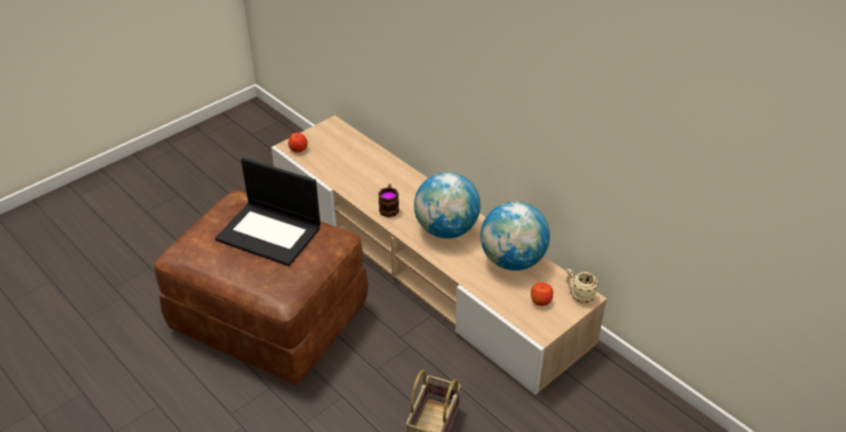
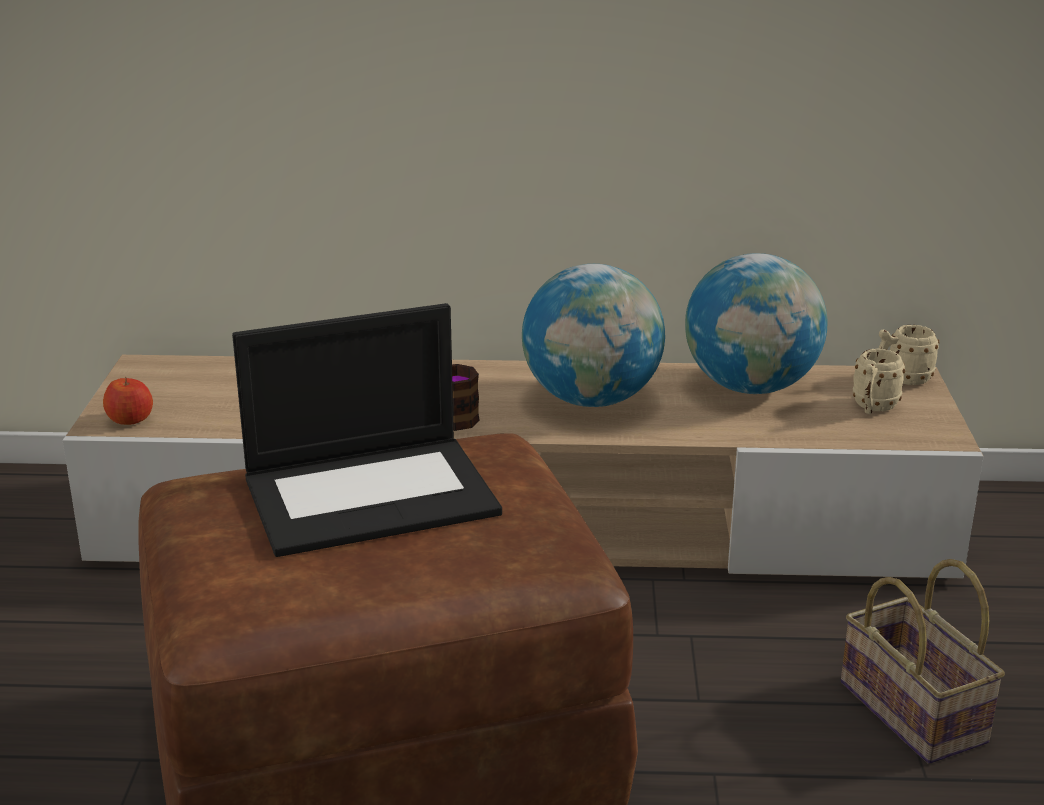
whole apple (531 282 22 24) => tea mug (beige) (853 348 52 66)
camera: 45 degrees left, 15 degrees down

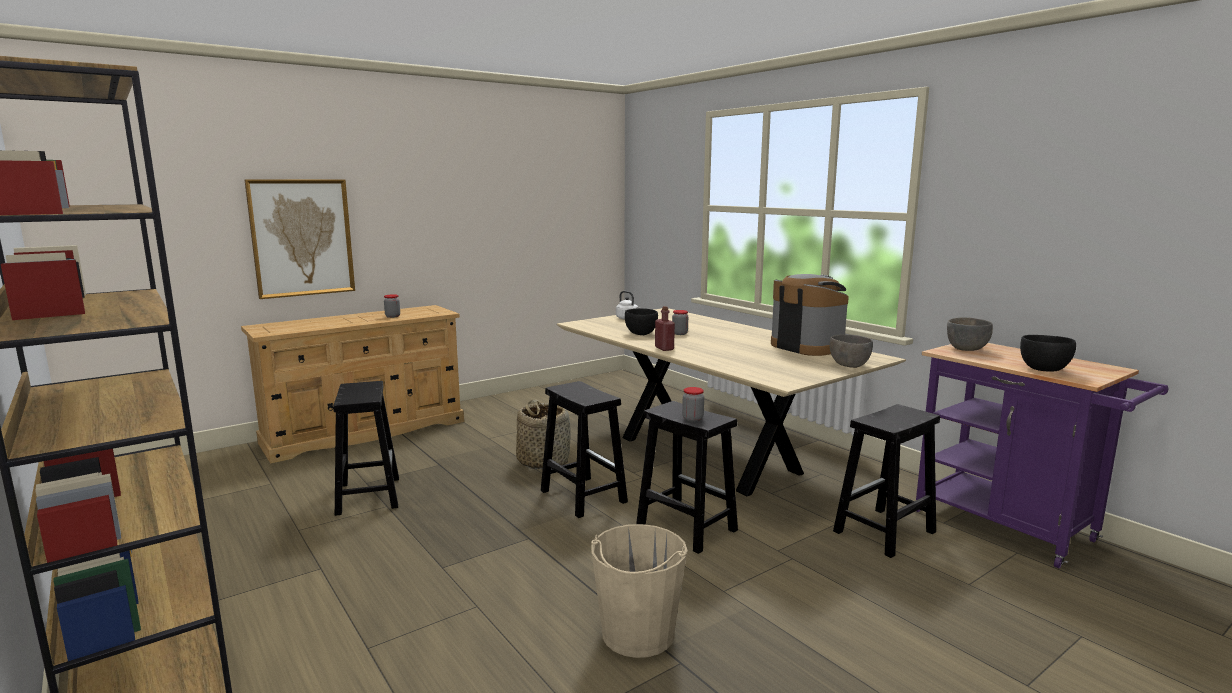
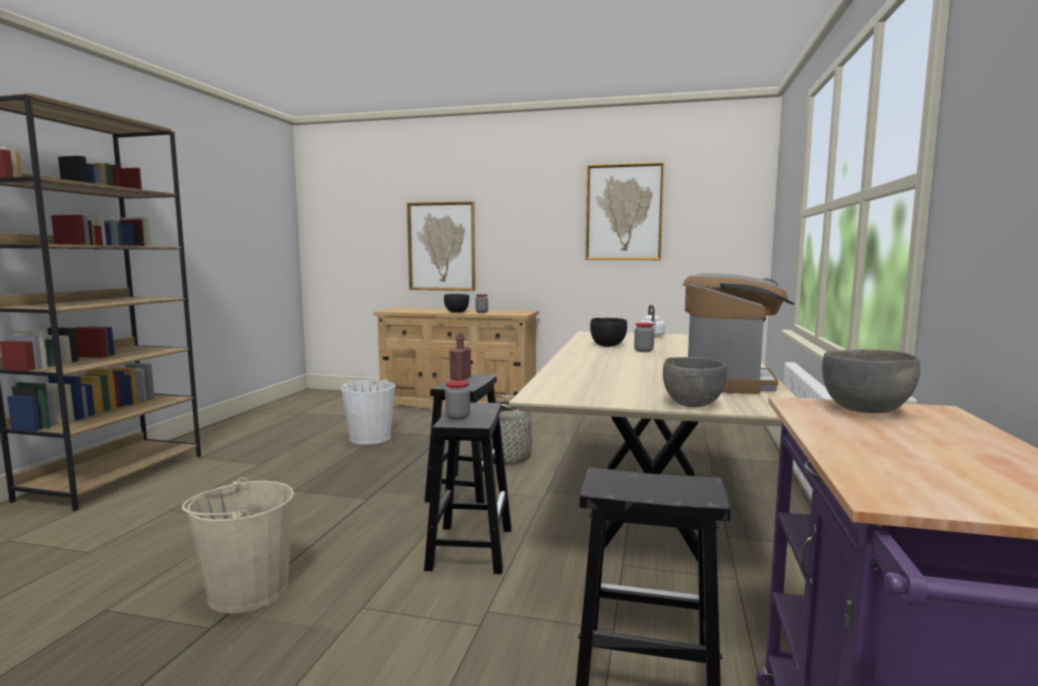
beverage bottle (reddish) (655 306 20 45) => beverage bottle (reddish) (449 333 22 47), moved
serving bowl (blackish) (1020 335 56 37) => serving bowl (blackish) (444 294 25 18), moved
sitting stool (blackish) (333 381 66 135) => pail (white-coloured) (341 379 54 66)
nothing => wall art (585 162 80 98)
camera: 50 degrees right, 5 degrees down

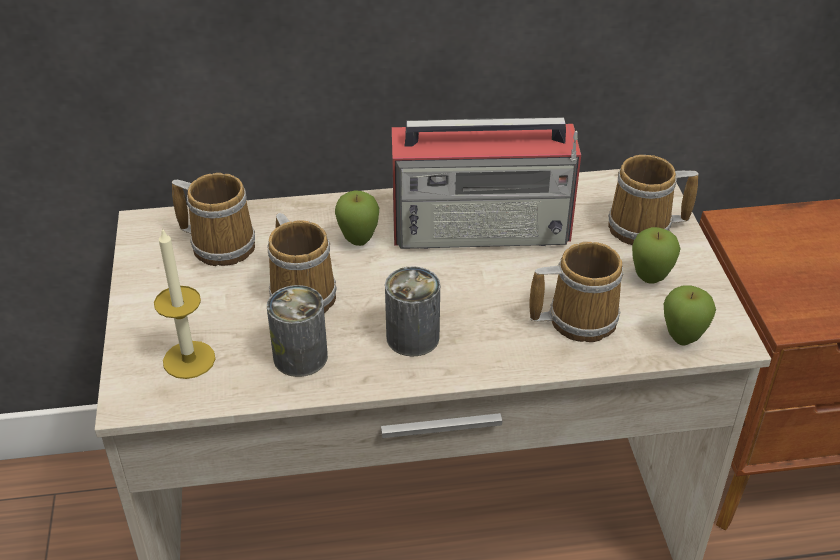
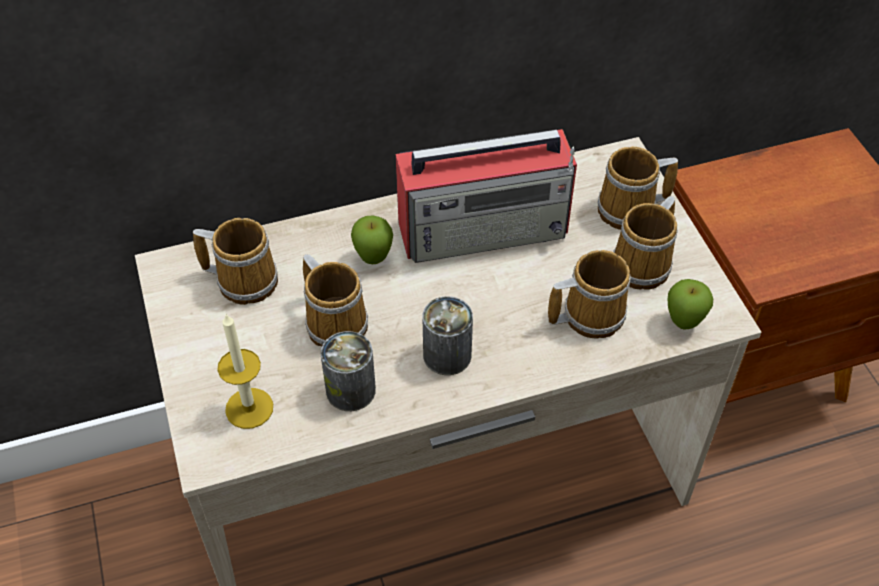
whole apple (632 227 48 57) => tea mug (613 196 65 94)
camera: 10 degrees left, 10 degrees up

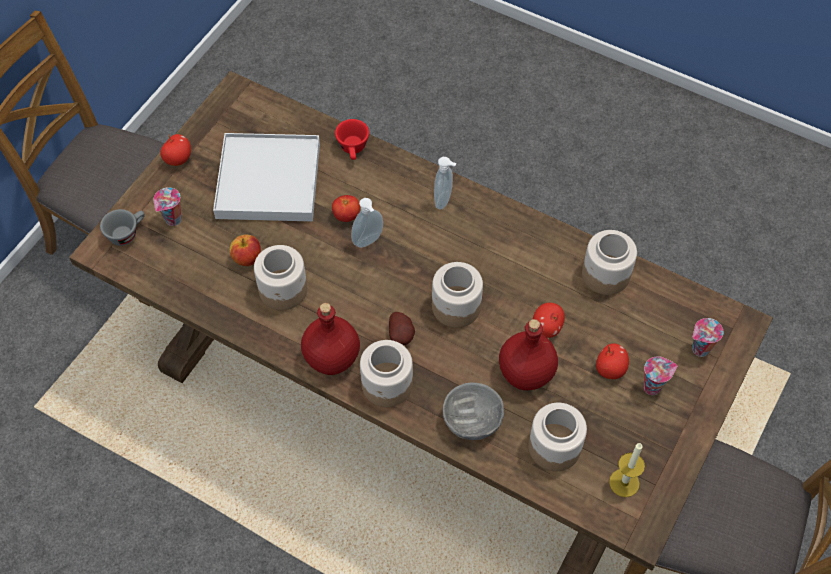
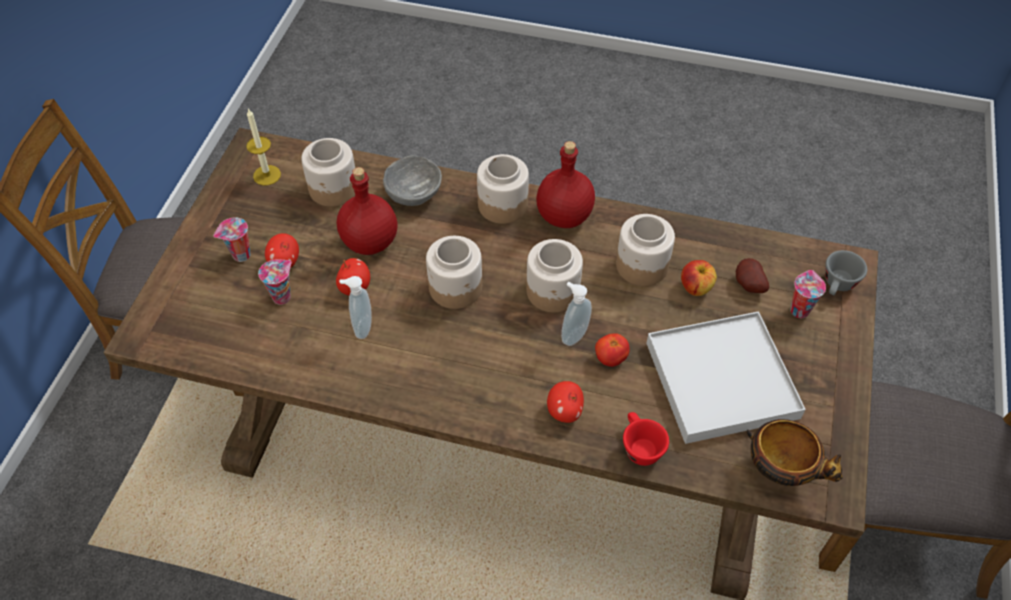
whole apple (160 134 31 32) => whole apple (547 381 37 42), moved
soap bottle (434 157 22 53) => soap bottle (339 276 33 63), moved
jar (582 230 55 65) => jar (526 239 57 74), moved
spud (389 312 26 33) => spud (736 258 33 35), moved
small cup (692 318 31 39) => small cup (258 260 34 45), moved
nothing => serving bowl (747 419 96 67)
camera: 165 degrees right, 5 degrees down

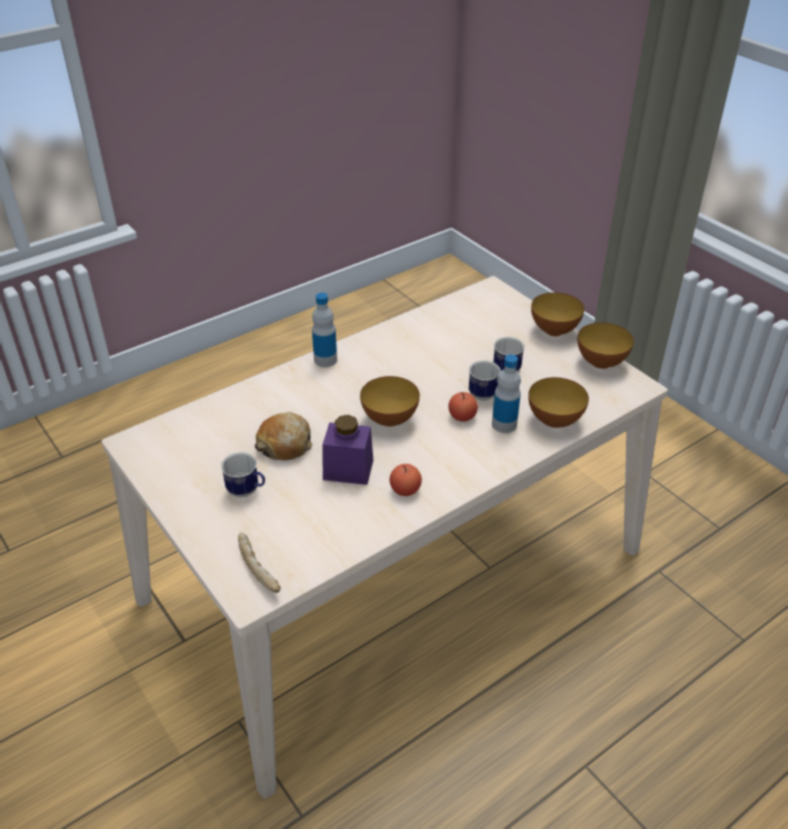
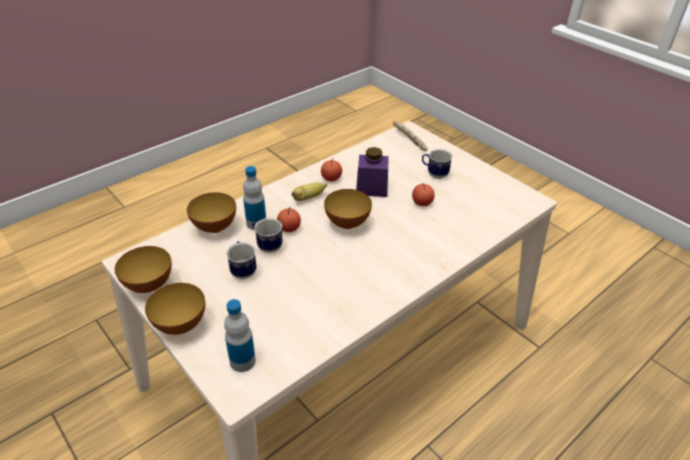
beverage bottle (312 292 25 75) => beverage bottle (224 299 32 73), moved
bakery bread (255 412 57 48) => whole apple (412 183 23 23)
nothing => banana fruit (292 183 35 18)
camera: 175 degrees right, 0 degrees up

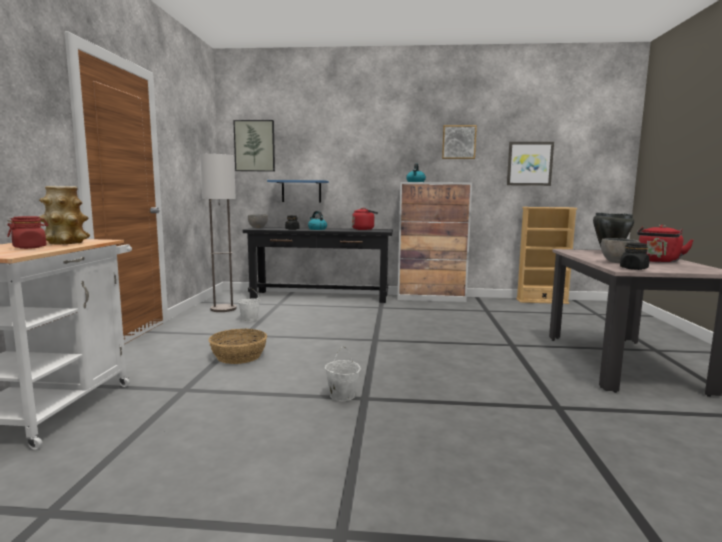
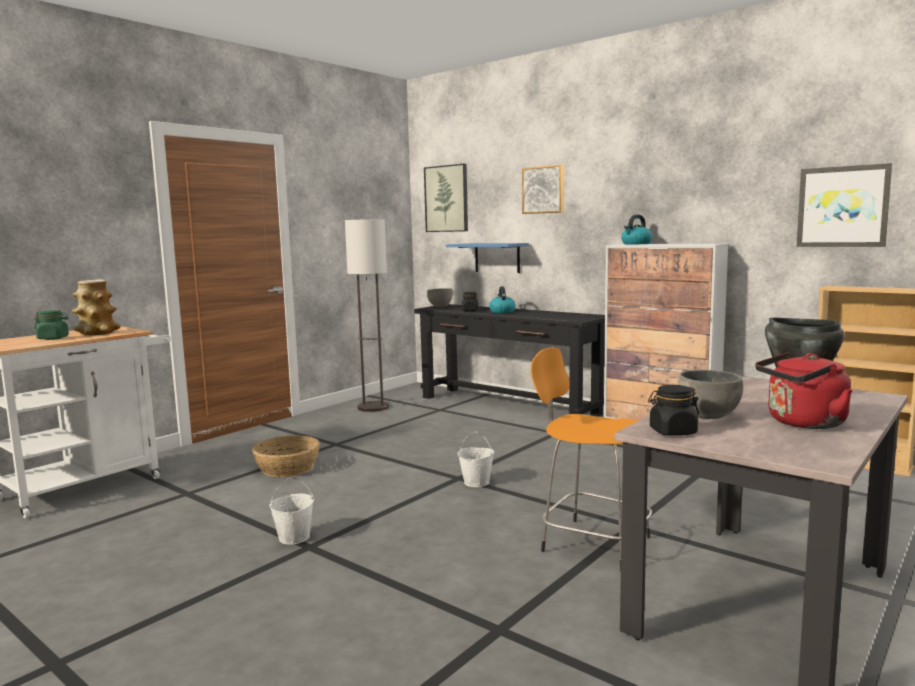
wall art (442 125 35 34) => wall art (522 165 42 49), moved
kettle (reddish) (352 208 26 22) => nothing
jar (reddish) (7 216 42 33) => jar (greenish) (34 310 35 30)
pail (white-coloured) (238 288 22 34) => pail (white-coloured) (458 431 36 56), moved
nothing => sitting stool (orange) (531 347 121 225)
camera: 35 degrees right, 0 degrees up

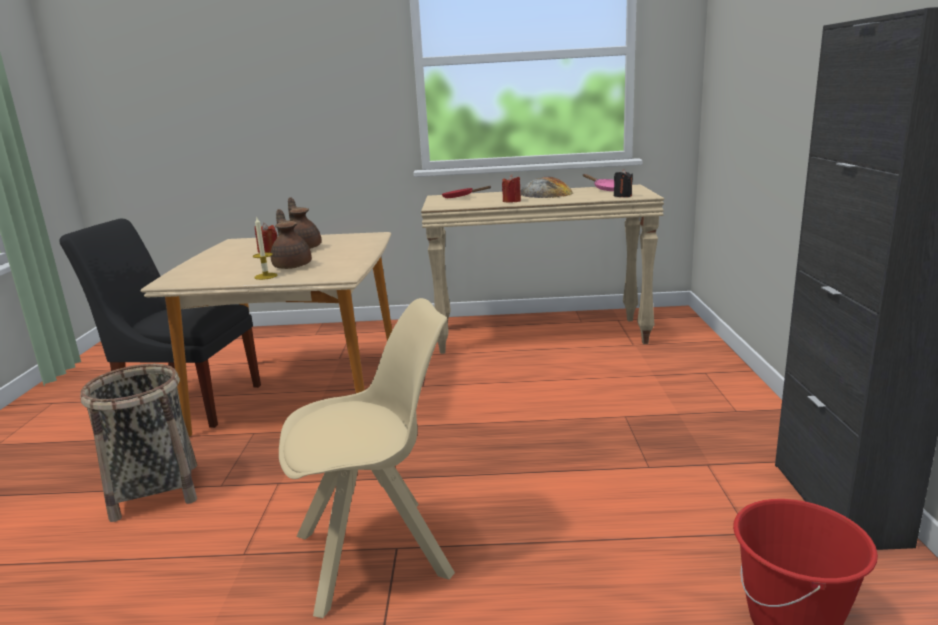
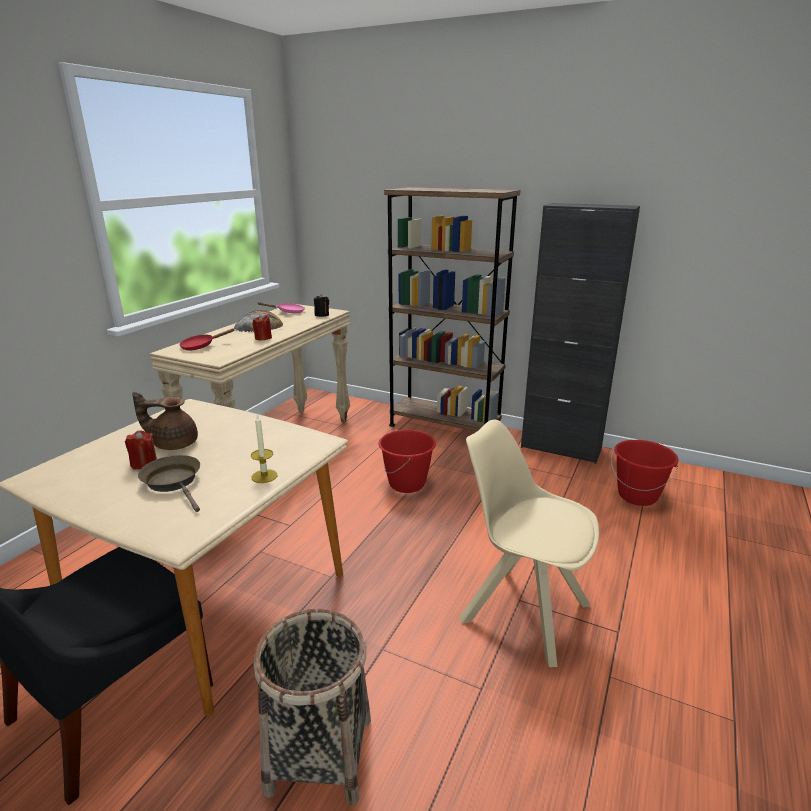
teapot (brown) (271 209 41 60) => nothing
plain chair (beige) (279 298 176 320) => plain chair (beige) (459 420 140 247), 60 degrees counterclockwise
nothing => shelving unit (brown) (384 187 136 244)
nothing => pail (reddish) (378 430 58 63)
nothing => skillet (brown) (138 455 62 57)
camera: 65 degrees left, 5 degrees up

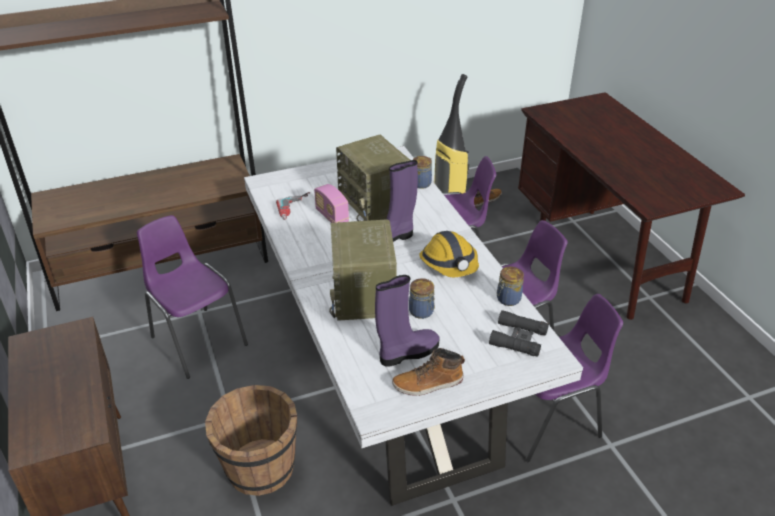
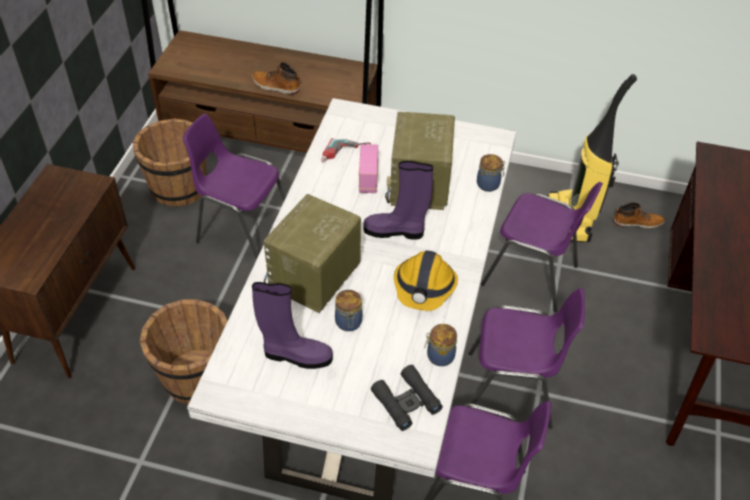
plain chair (purple-coloured) (137 215 111 164) => plain chair (purple-coloured) (183 114 103 146), 60 degrees counterclockwise
high-top boot (392 348 73 48) => high-top boot (252 62 48 33), moved
nothing => pail (brown) (132 118 74 89)
camera: 35 degrees right, 10 degrees up

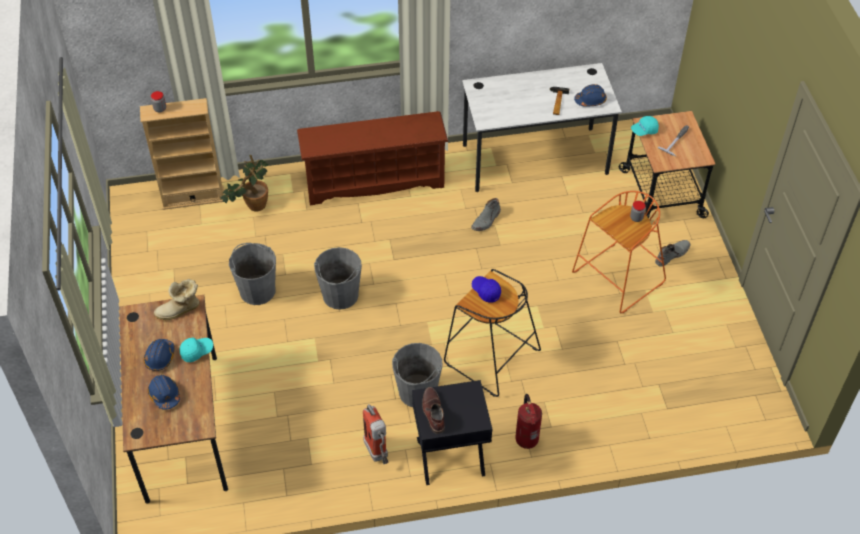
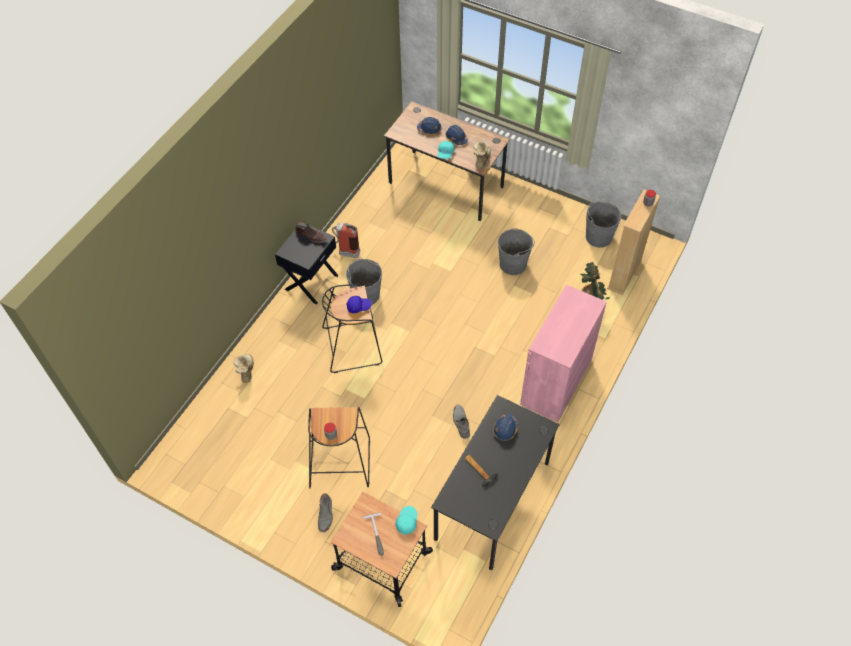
desk (white-coloured) (462 63 160 129) => desk (blackish) (431 395 129 175)
hard hat (blue) (574 84 33 22) => hard hat (blue) (493 414 25 27), moved
shoe shelf (brown) (297 111 151 95) => cabinet (pink-coloured) (520 285 87 138)
sitting stool (orange) (572 191 94 122) => sitting stool (blackish) (308 407 62 82)
pail (greyish) (314 247 48 63) => pail (greyish) (586 202 35 46), moved
fire-fighting cylinder (515 394 27 55) => nothing
nothing => high-top boot (233 354 21 29)
camera: 130 degrees right, 5 degrees up

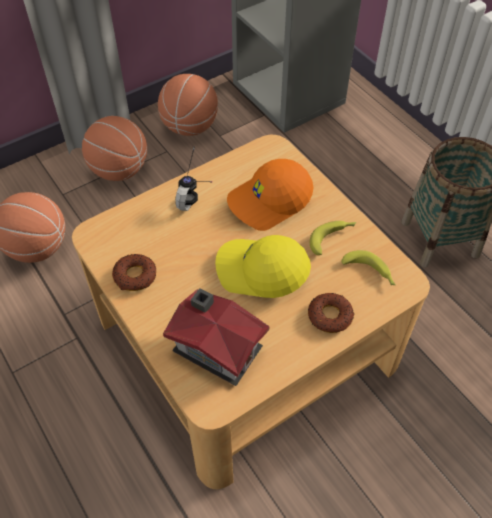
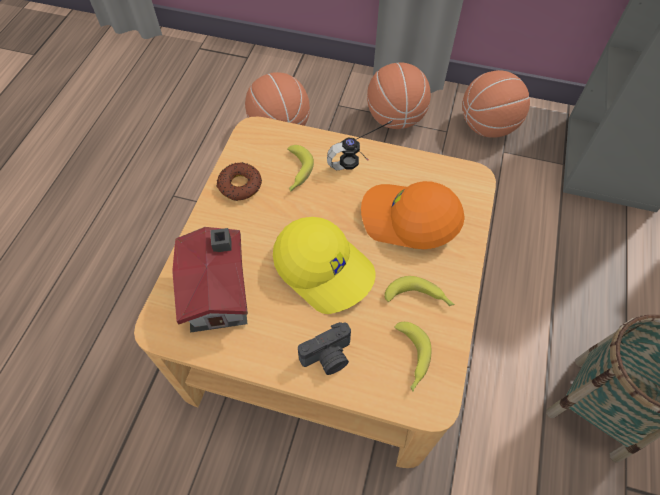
peaked cap (yellowish) (215 235 96 63) => peaked cap (yellowish) (273 217 102 97), 150 degrees clockwise
doughnut (308 293 46 40) => photo camera (298 322 53 53)
nothing => banana fruit (287 145 27 47)
camera: 50 degrees right, 5 degrees up

